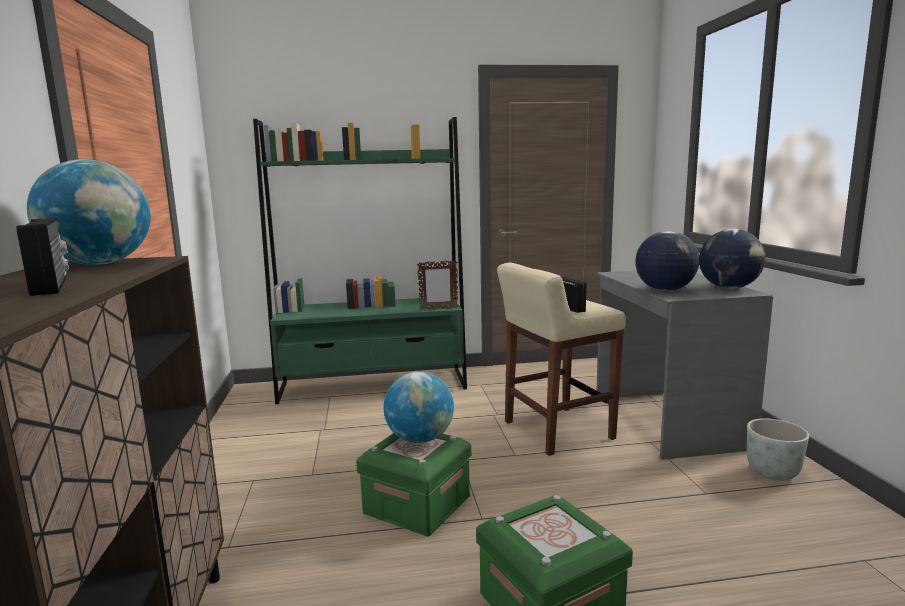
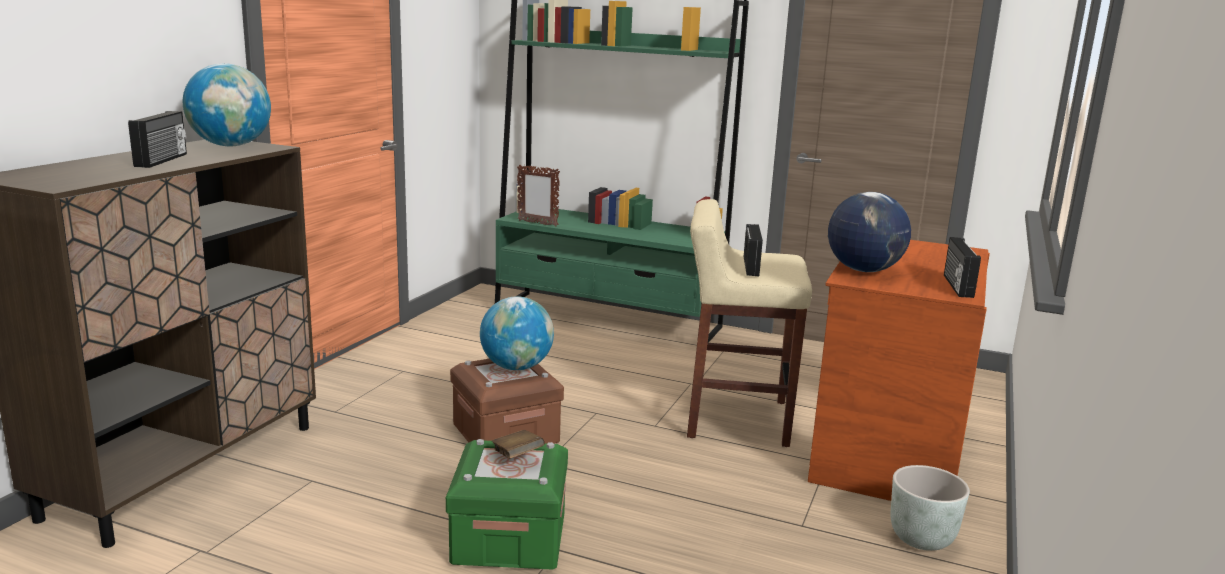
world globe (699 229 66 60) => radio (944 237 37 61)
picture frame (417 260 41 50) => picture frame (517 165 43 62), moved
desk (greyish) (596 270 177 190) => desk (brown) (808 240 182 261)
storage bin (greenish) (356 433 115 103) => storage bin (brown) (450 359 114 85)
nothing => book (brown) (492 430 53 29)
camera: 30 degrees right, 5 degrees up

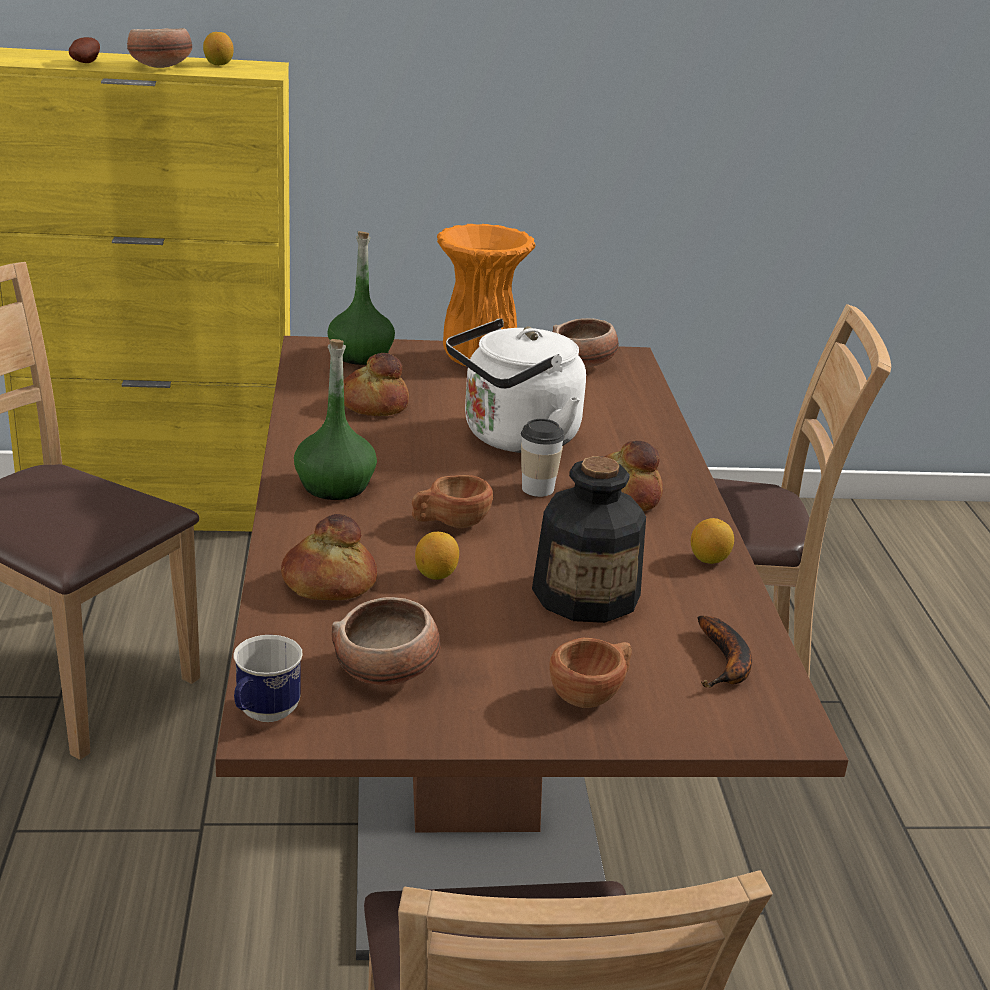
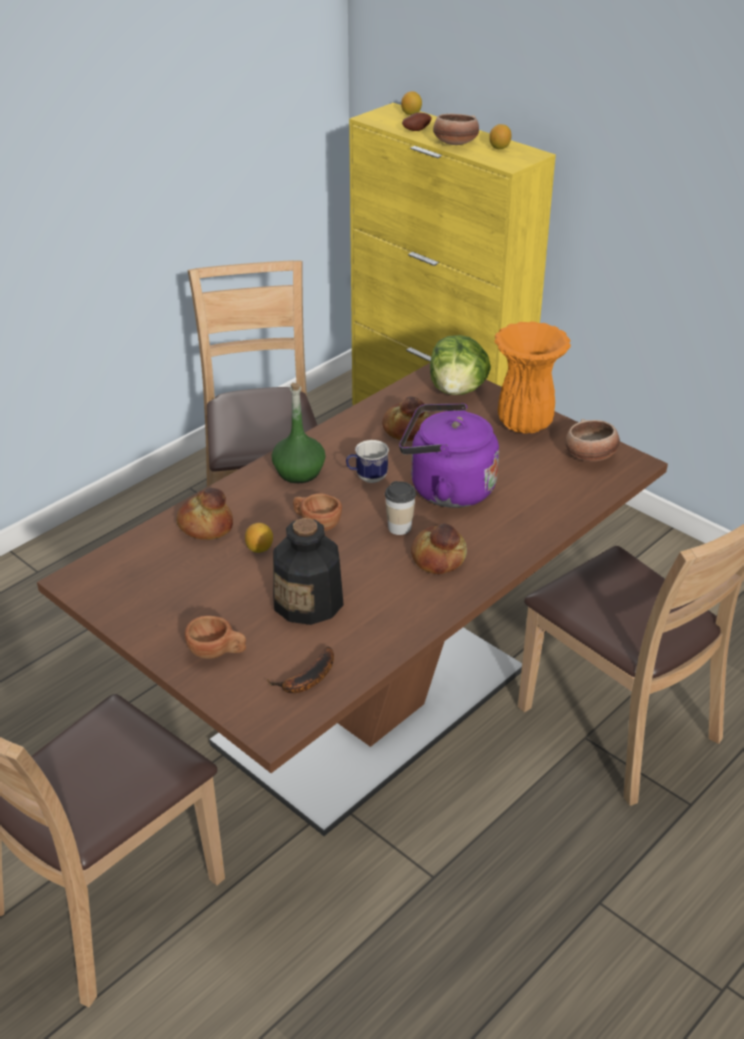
beverage bottle (greenish) (327 231 68 134) => lettuce head (430 335 61 60)
kettle (white-coloured) (446 318 140 135) => kettle (purple-coloured) (399 403 100 105)
citrus fruit (691 518 43 46) => citrus fruit (401 91 21 24), moved
serving bowl (332 597 109 89) => nothing
tea mug (234 635 69 87) => tea mug (346 440 43 43), moved
camera: 50 degrees right, 10 degrees up

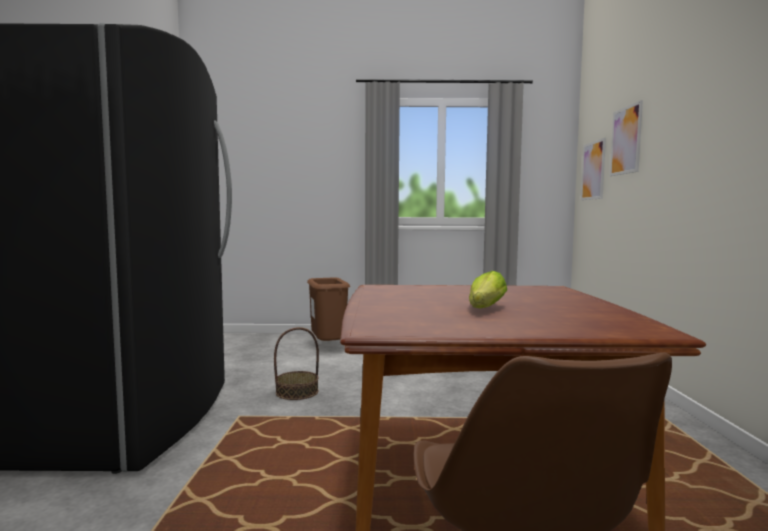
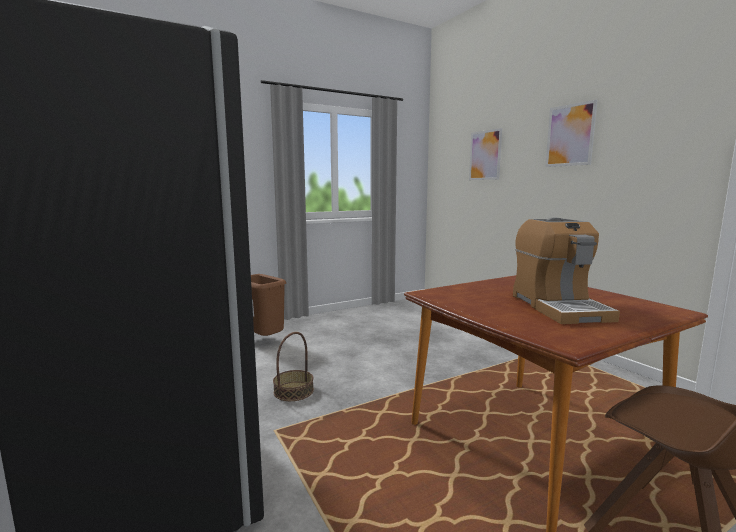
wall art (581 138 25 62) => wall art (545 100 52 67), moved
lettuce head (469 271 38 37) => coffee brewer (513 218 107 106)
camera: 30 degrees left, 5 degrees up

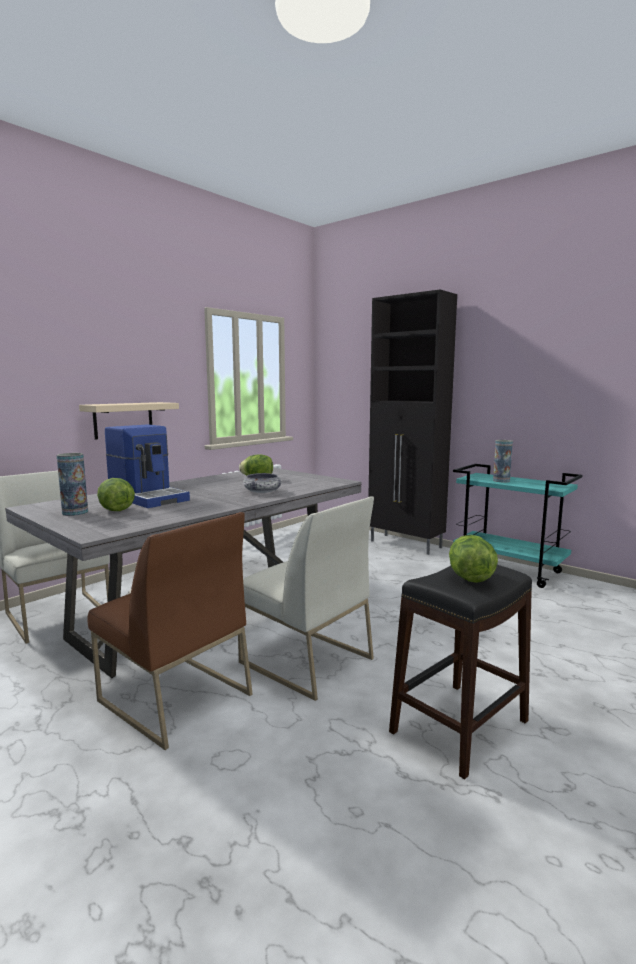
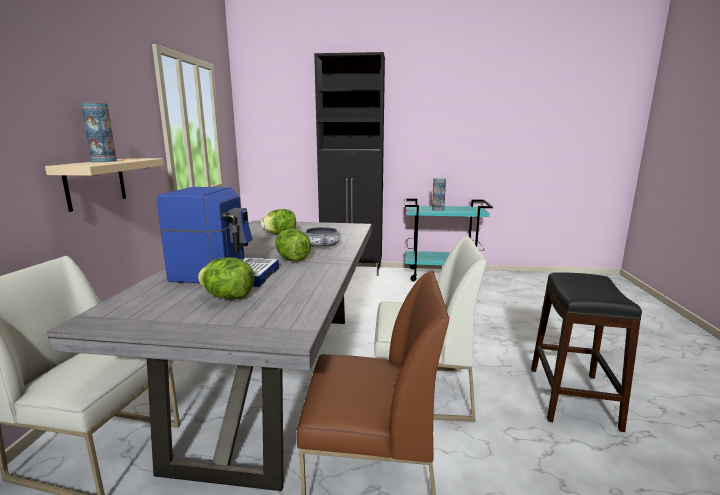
flower vase (57 453 31 63) => flower vase (81 103 36 59), moved
lettuce head (449 535 49 48) => lettuce head (275 229 36 32), moved
camera: 35 degrees left, 5 degrees up

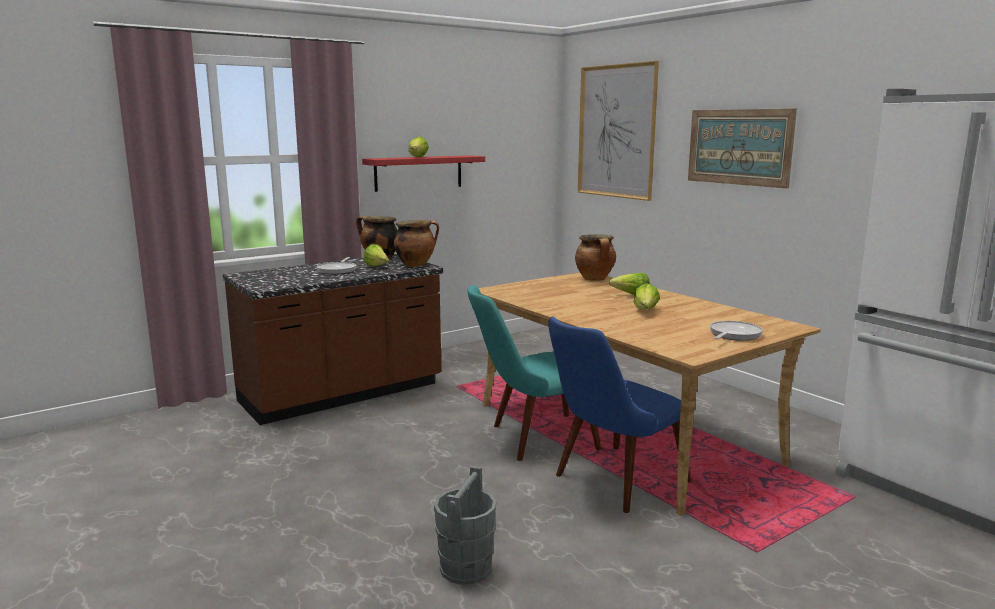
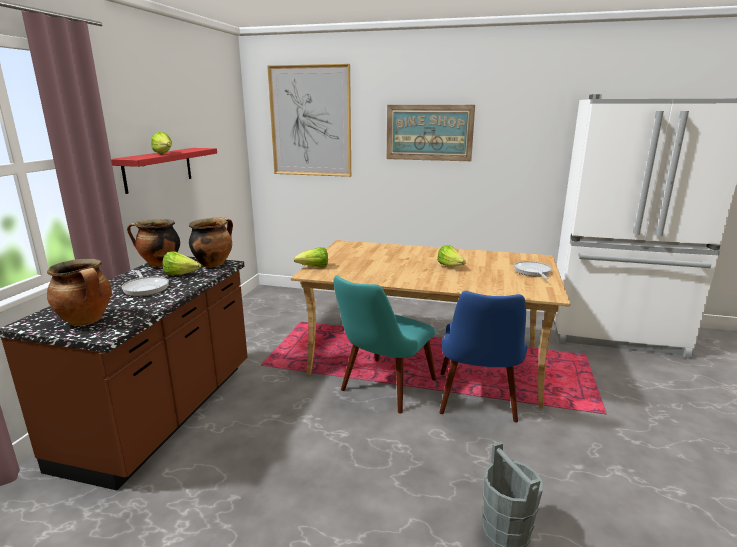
cooking pot (575 234 41 47) => cooking pot (47 259 65 67), moved
lettuce head (609 273 41 22) => lettuce head (293 247 35 21), moved
camera: 40 degrees left, 5 degrees up

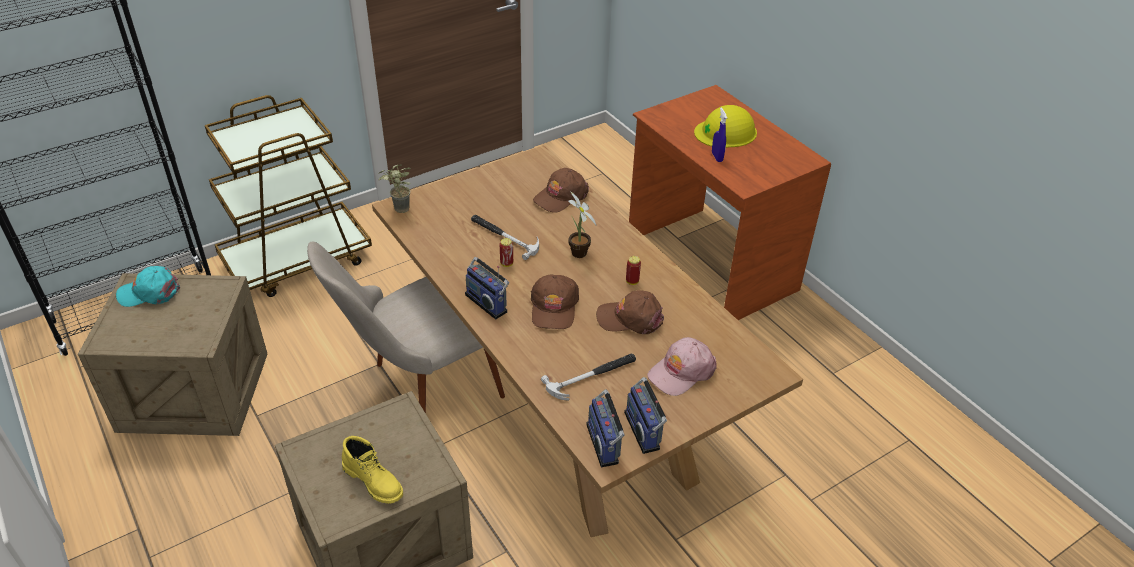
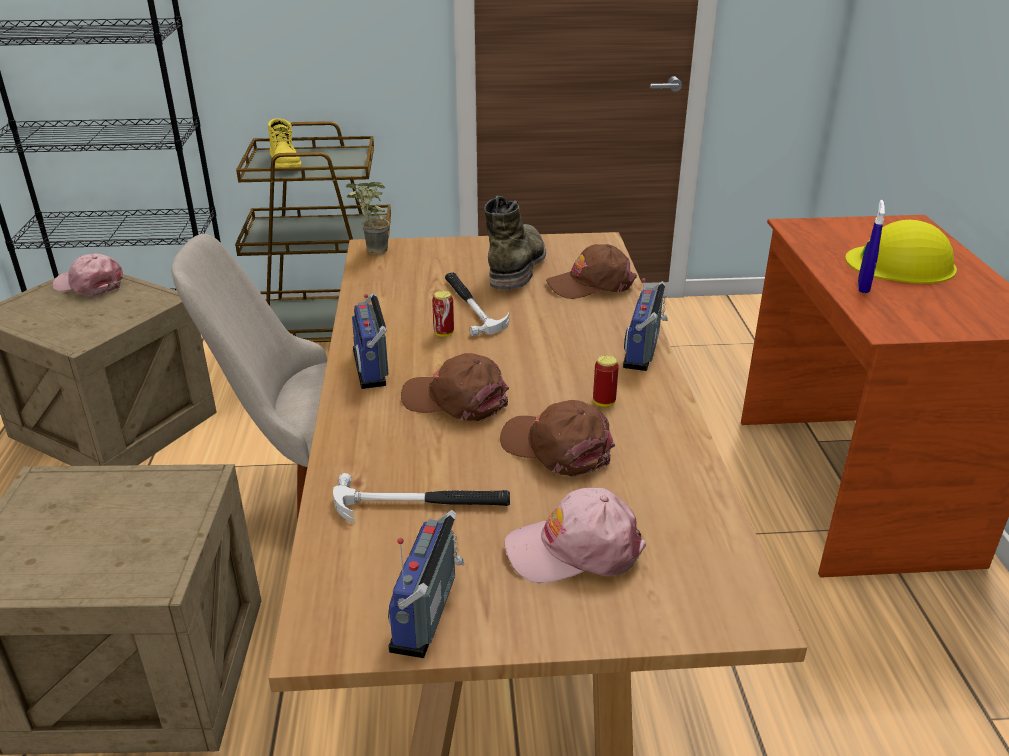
houseplant (568 191 29 67) => nothing
peaked cap (turquoise) (116 266 64 41) => peaked cap (pink-coloured) (53 253 70 43)
peaked cap (brown) (531 275 48 54) => peaked cap (brown) (401 353 108 68), 75 degrees clockwise
radio (586 389 38 78) => radio (623 278 45 93), moved
high-top boot (yellowish) (342 436 61 68) => high-top boot (yellowish) (268 118 33 50), moved
nothing => high-top boot (greenish) (484 196 62 94)
camera: 30 degrees right, 10 degrees down

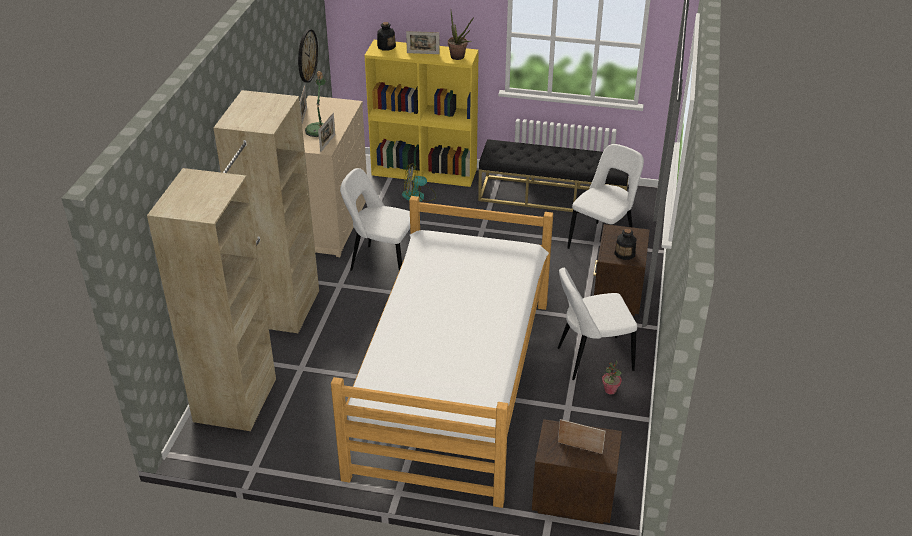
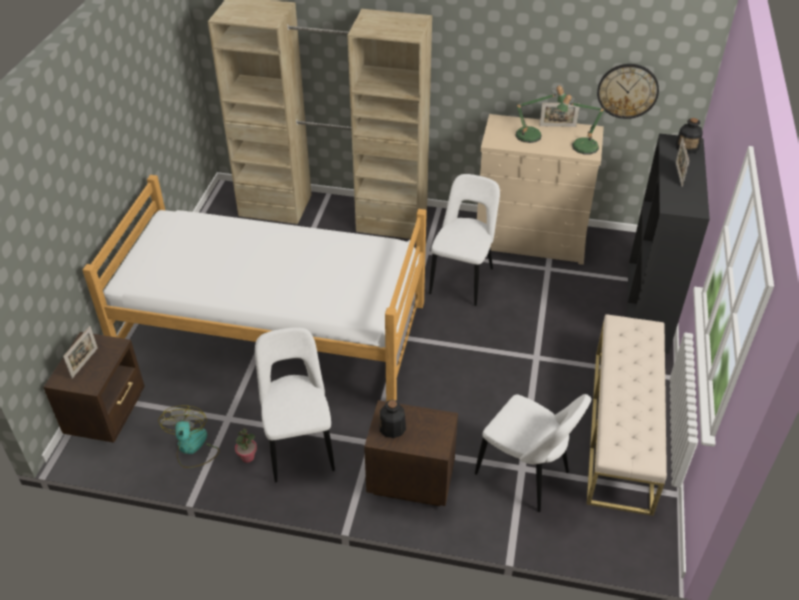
houseplant (448 11 26 49) => nothing
shelving unit (yellowish) (364 40 115 147) => shelving unit (blackish) (627 133 83 221)
picture frame (318 113 17 39) => nothing
long seat (blackish) (478 139 151 73) => long seat (beige) (587 314 80 202)
fan (402 163 34 39) => fan (158 406 62 62), moved
nothing => table lamp (557 95 49 59)
camera: 90 degrees right, 5 degrees up

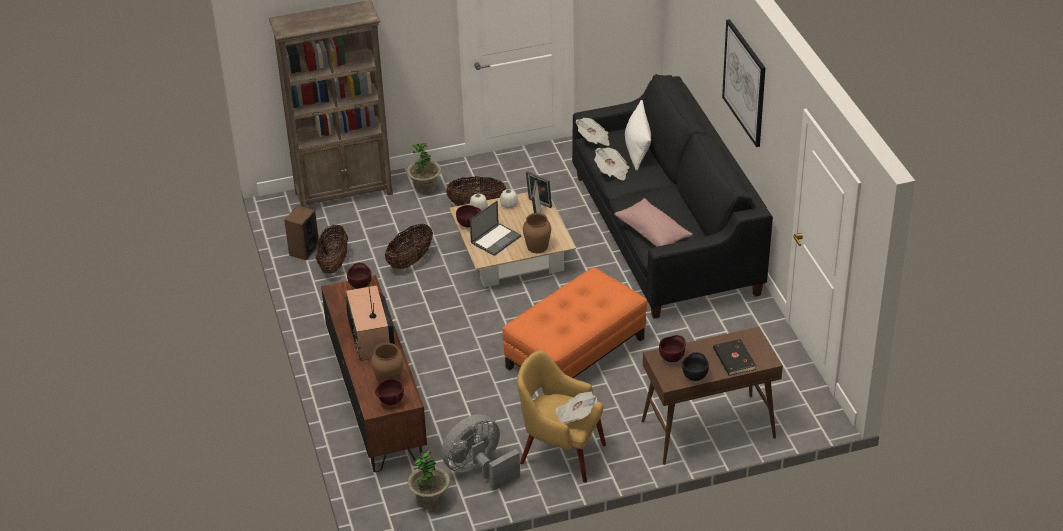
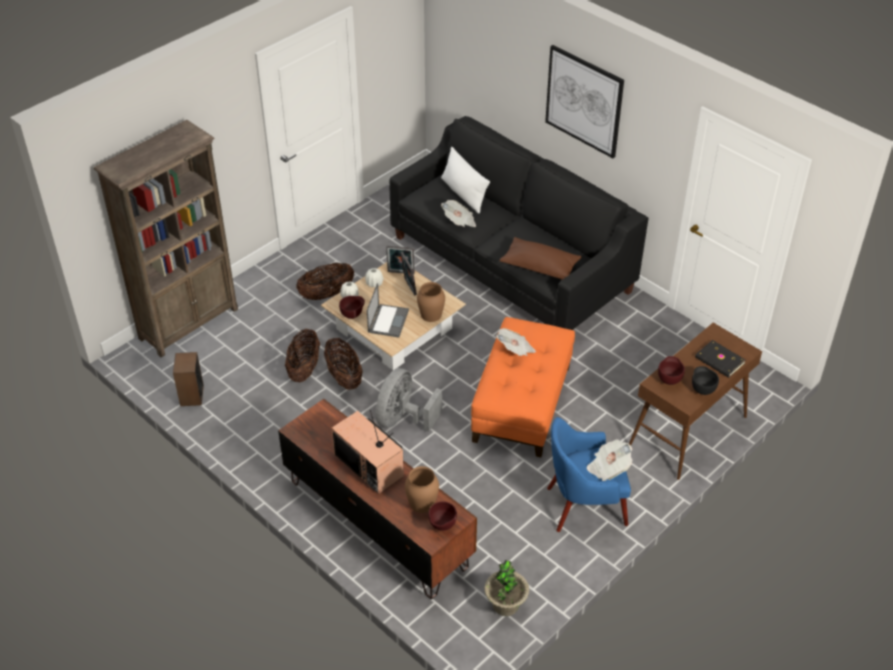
daily paper (576 118 34 28) => daily paper (496 328 40 28), moved
houseplant (407 143 34 51) => nothing
throw pillow (pink-coloured) (614 198 79 49) => throw pillow (brown) (499 237 83 43)
household basket (316 224 32 49) => household basket (324 338 39 52), moved
serving bowl (brown) (347 263 25 26) => nothing
lounge chair (yellowish) (517 350 89 133) => lounge chair (blue) (547 417 84 115)
fan (greyish) (441 414 79 77) => fan (greyish) (375 368 67 64), moved
camera: 30 degrees left, 5 degrees up

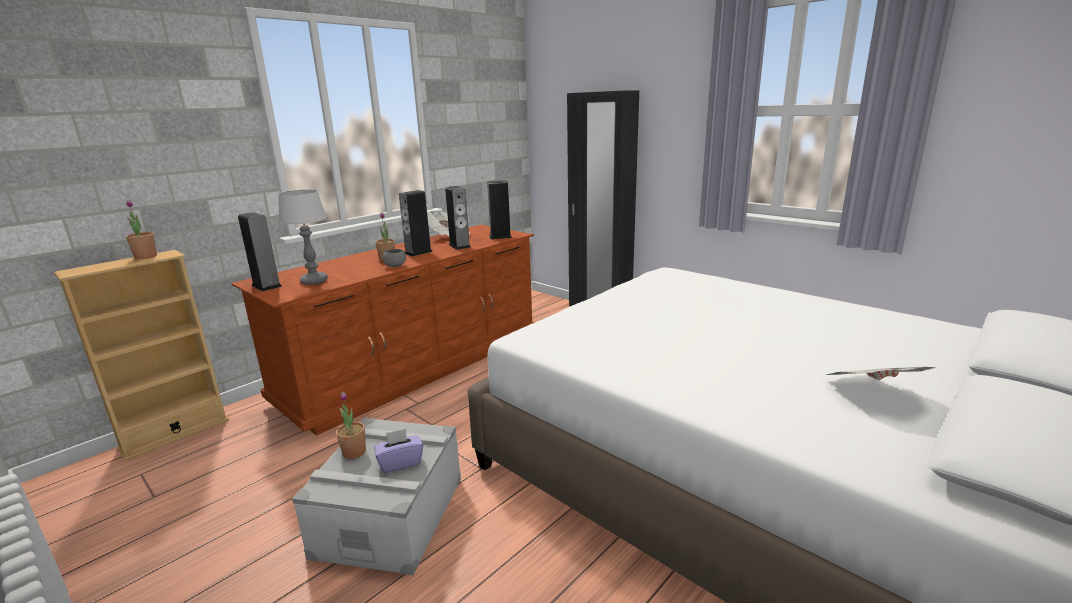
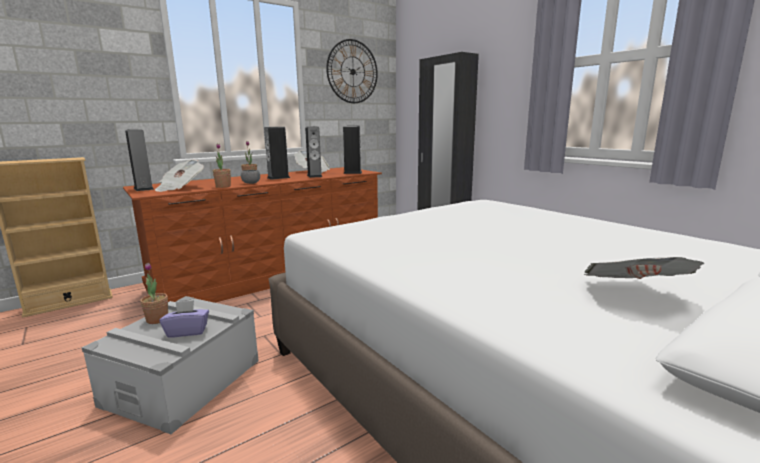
table lamp (278 190 50 95) => daily paper (155 160 49 32)
houseplant (126 200 31 59) => houseplant (213 144 18 44), moved
nothing => hanging clock (326 39 52 64)
camera: 10 degrees right, 5 degrees down

